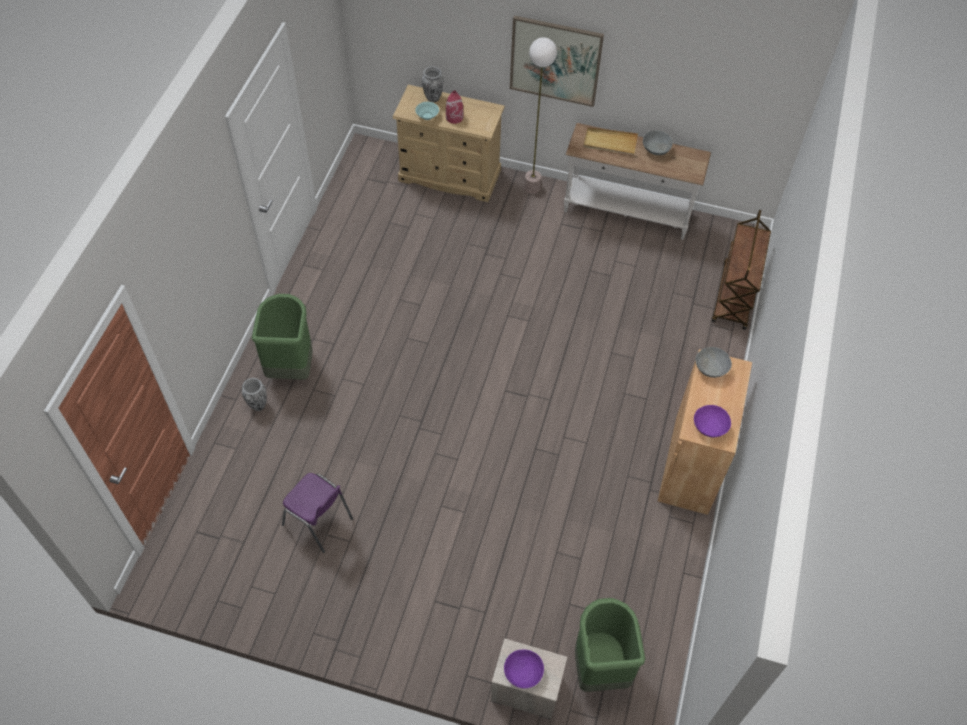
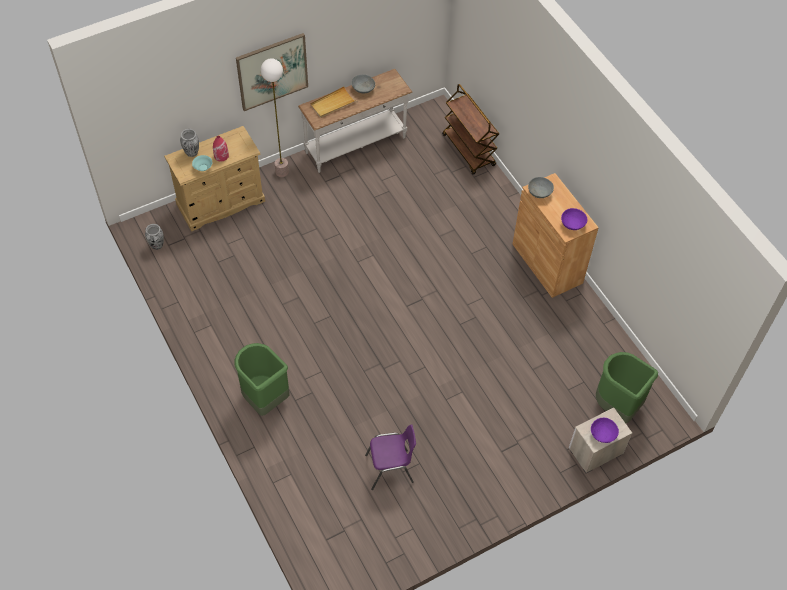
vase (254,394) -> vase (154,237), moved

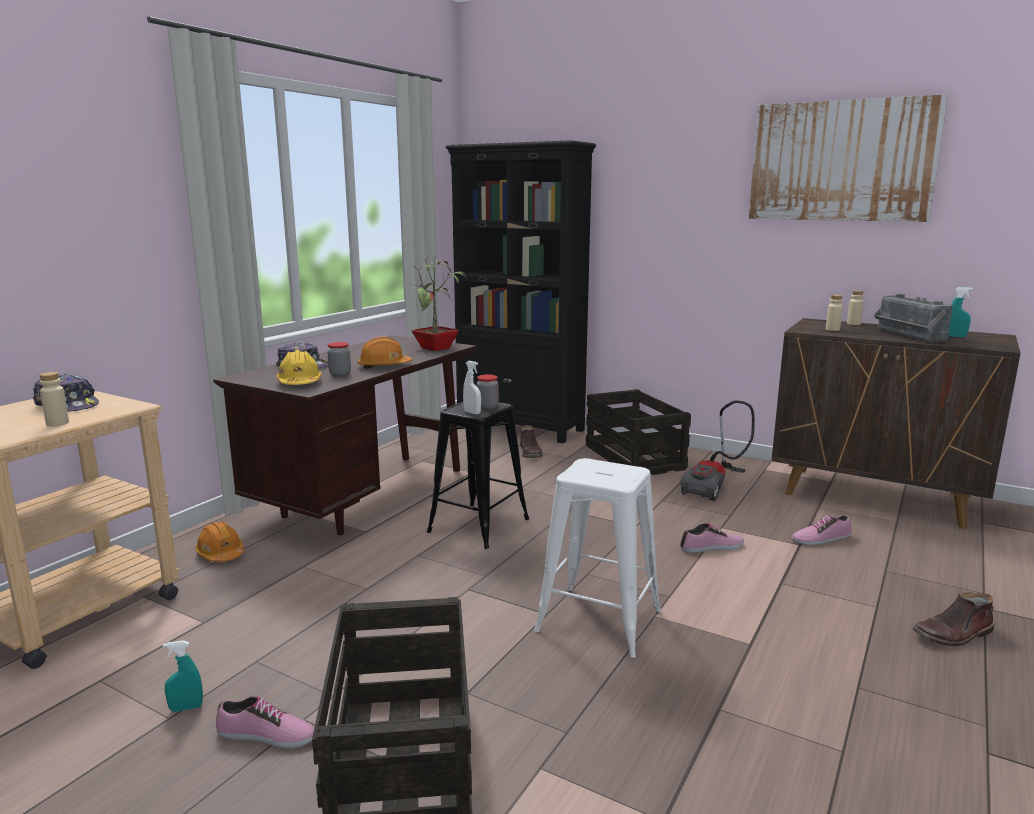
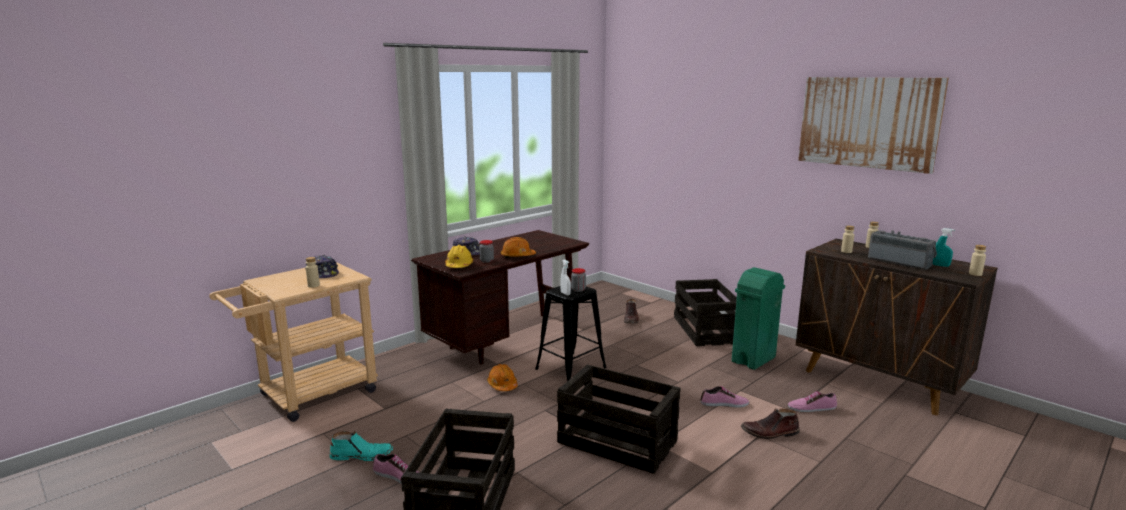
spray bottle (turquoise) (183,676) -> boot (turquoise) (361,446)
hard hat (orange) (219,542) -> hard hat (orange) (502,377), moved
potted plant (440,303) -> none
bookcase (black) (520,291) -> none
stool (white) (597,558) -> crate (618,419)
vacuum cleaner (717,450) -> trash can (green) (758,318)
radio (913,318) -> radio (902,250), 135 degrees clockwise
boot (brown) (953,619) -> boot (brown) (770,423), moved
none -> bottle (beige) (977,260)

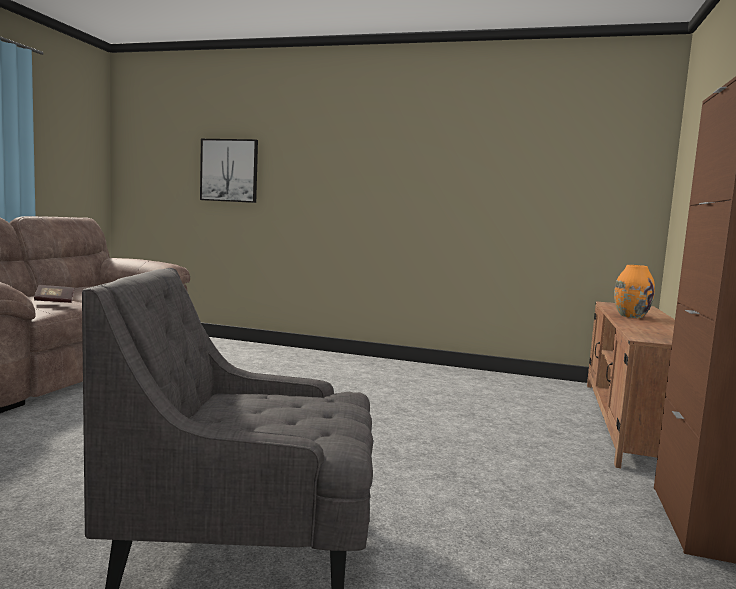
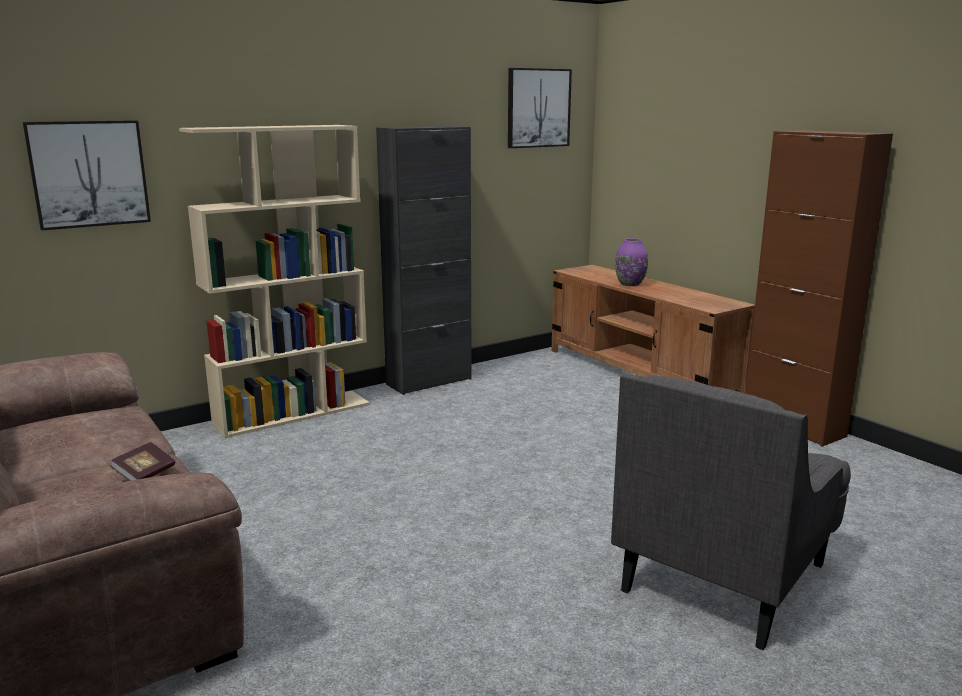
vase (orange) (634,291) -> vase (purple) (631,262)
none -> bookcase (beige) (274,281)
none -> cabinet (black) (424,260)
none -> picture (540,108)

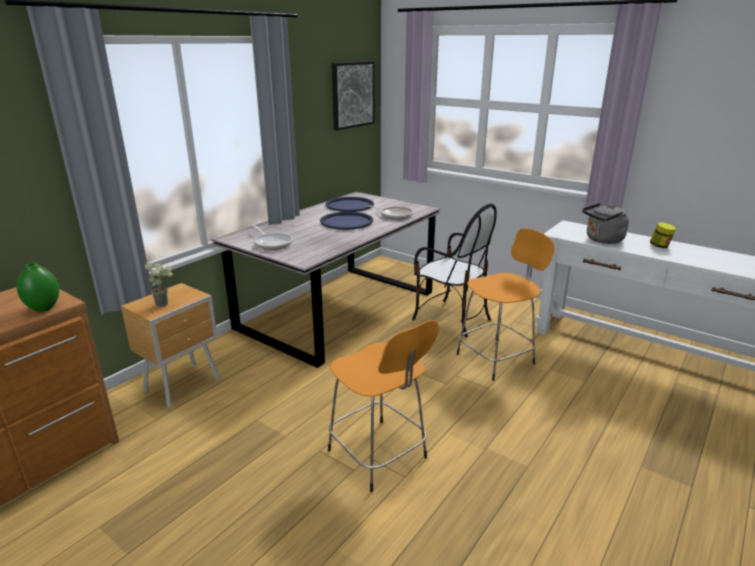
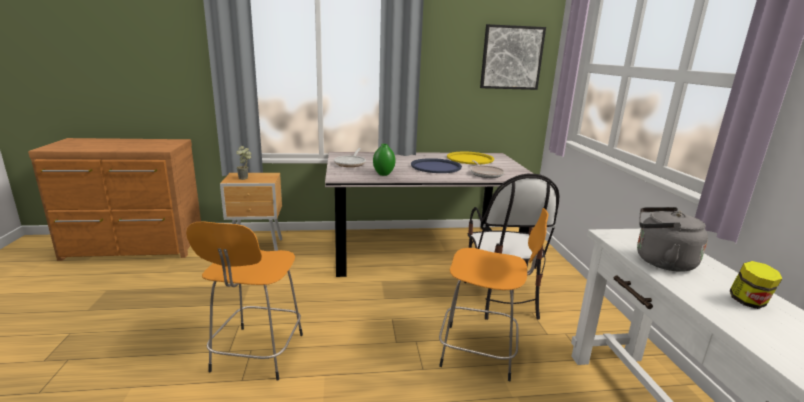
vase (green) (38,287) -> vase (green) (384,160), moved
tray (blue) (350,204) -> tray (yellow) (470,158)

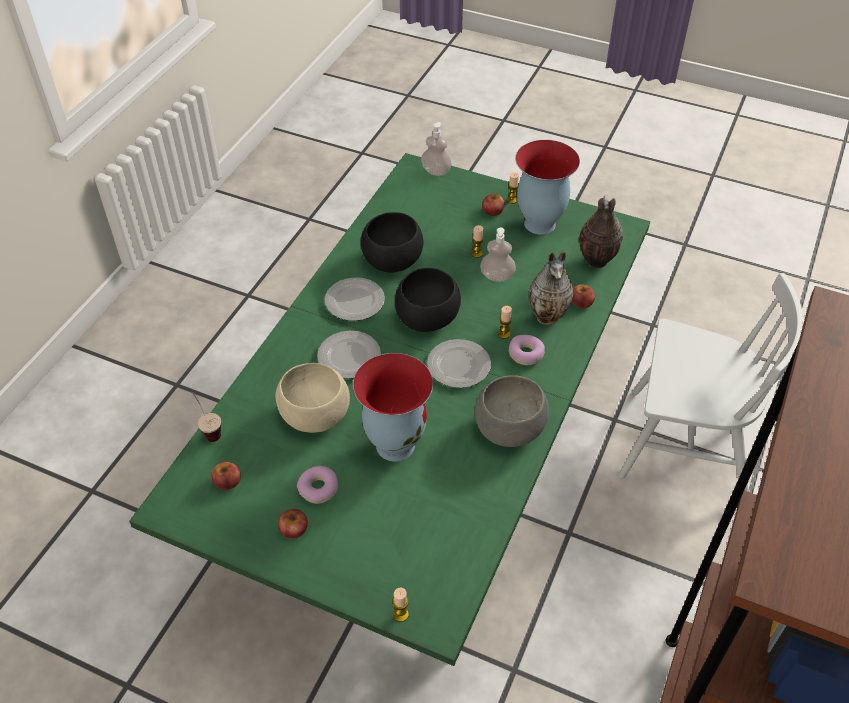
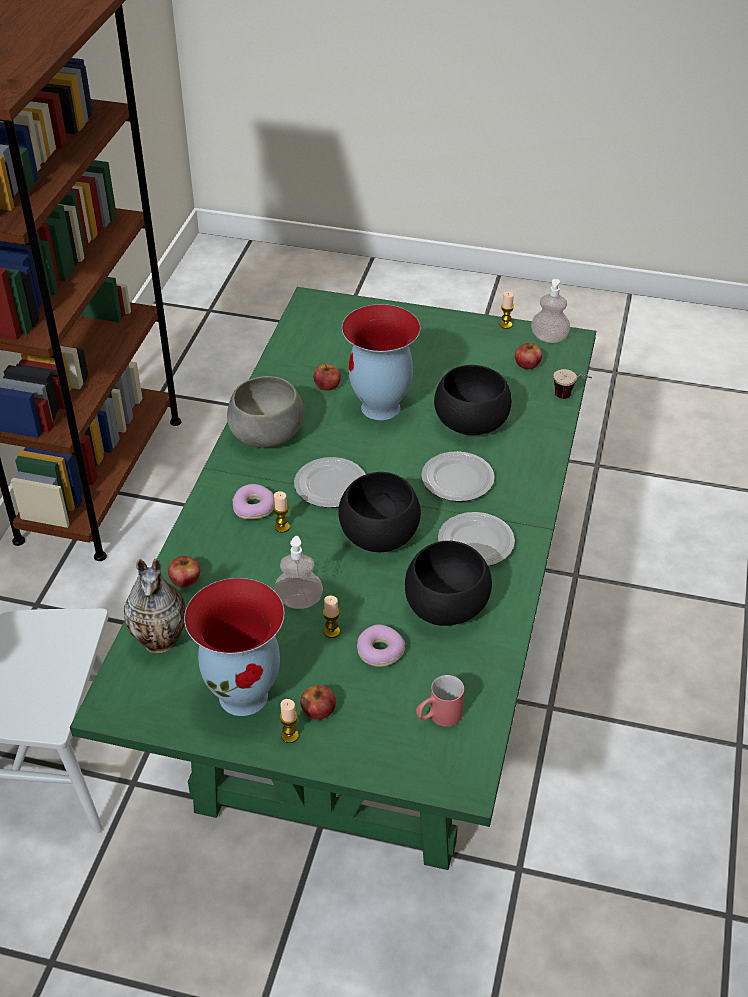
bowl (beige) (312,398) -> bowl (black) (473,400)
apple (293,524) -> apple (327,377), moved
donut (317,485) -> donut (381,645), moved
candle (400,605) -> candle (507,310), moved
soap dispenser (436,149) -> soap dispenser (550,311), moved
vase (551,288) -> none
none -> mug (red) (440,701)

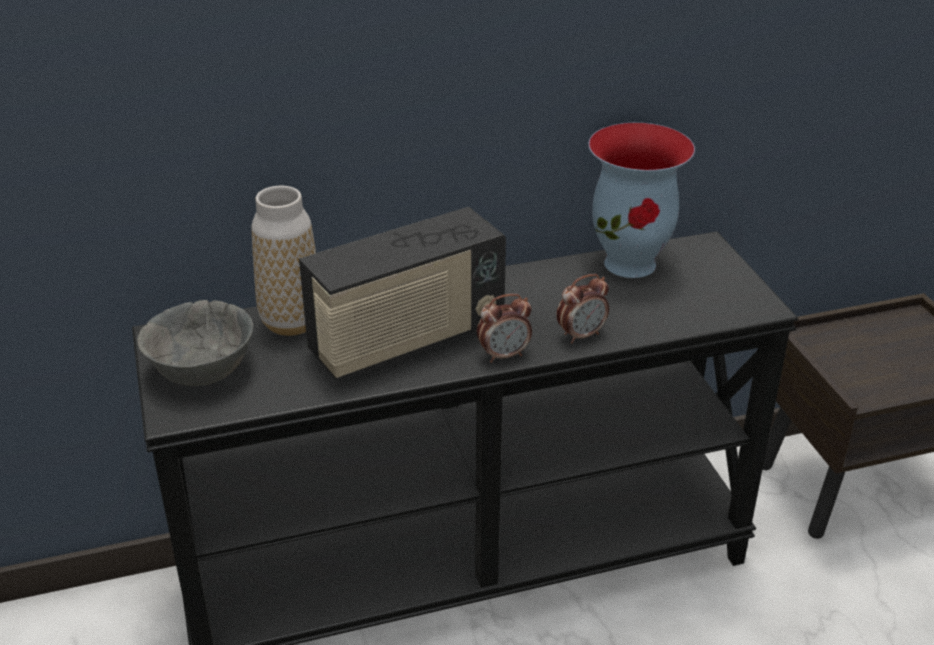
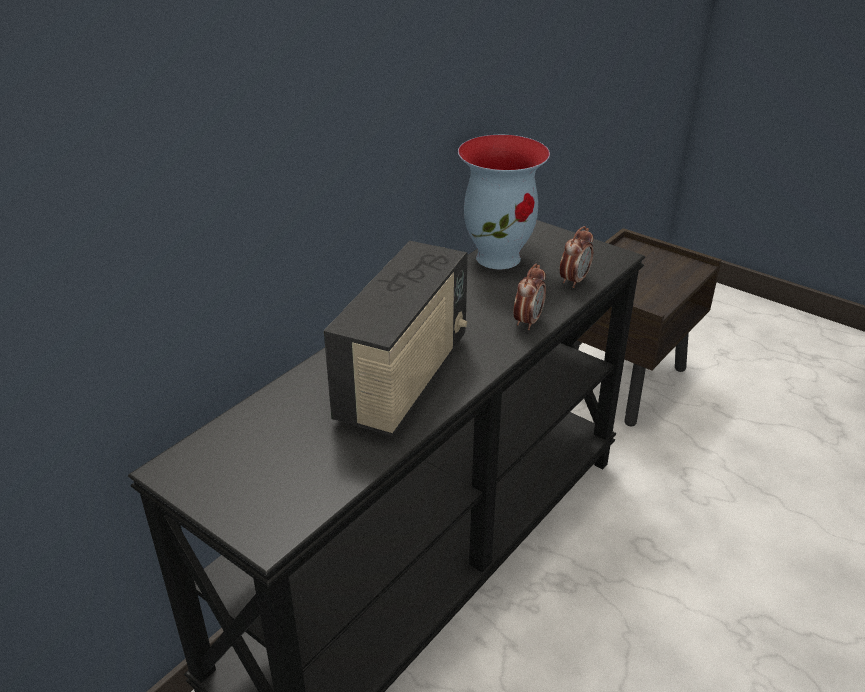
bowl (grey) (195,343) -> none
vase (283,261) -> none
alarm clock (504,328) -> alarm clock (576,257), moved

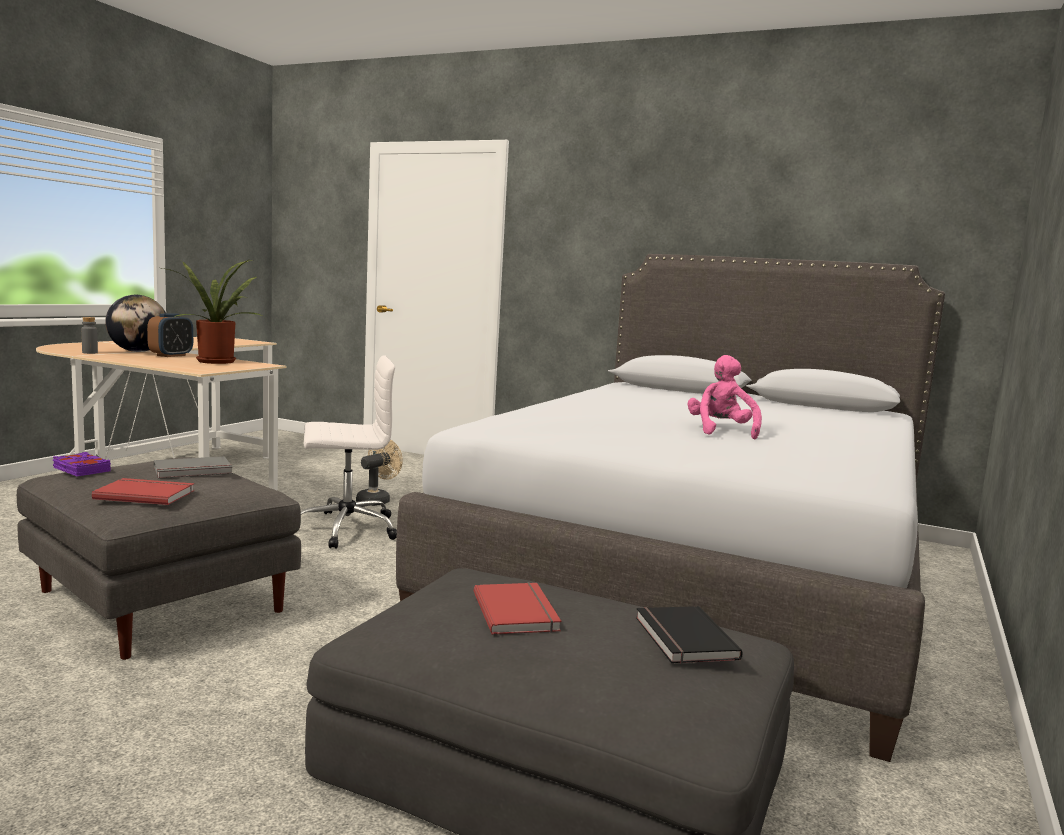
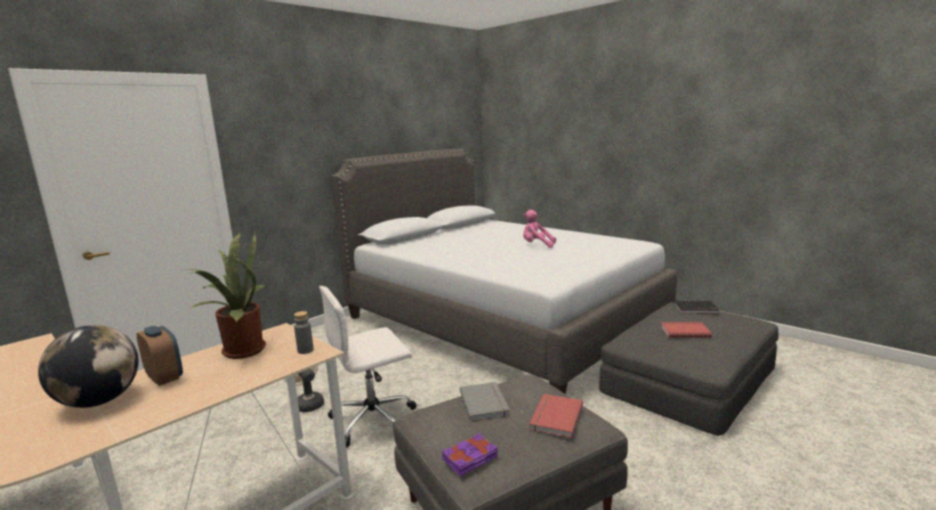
bottle (grey) (89,335) -> bottle (grey) (304,332), moved
office chair (white) (349,452) -> office chair (white) (368,366), 120 degrees counterclockwise

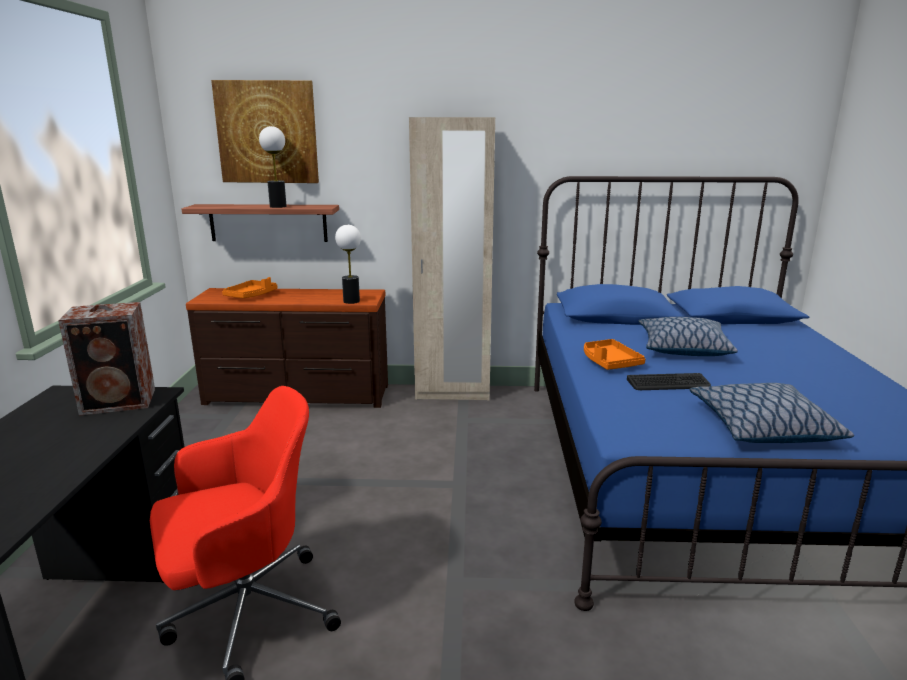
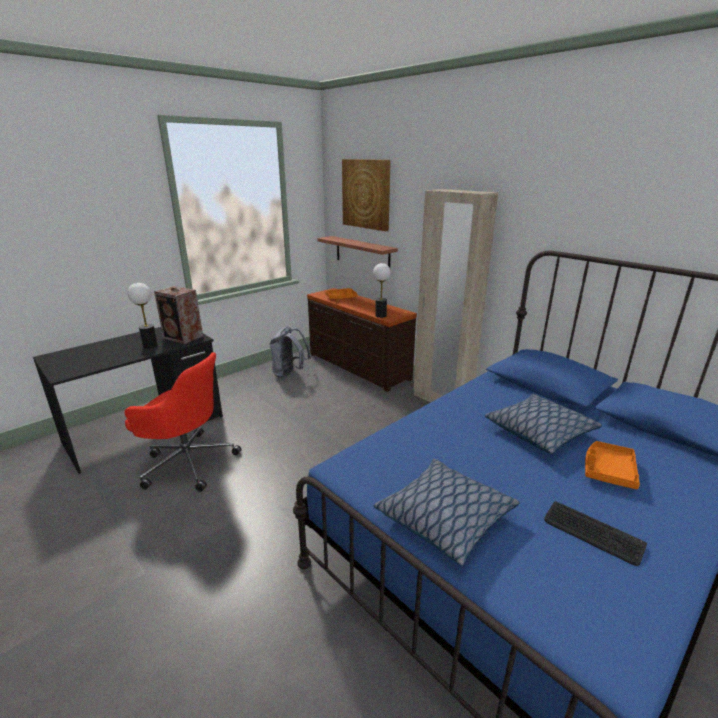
table lamp (273,167) -> table lamp (142,316), moved
tray (orange) (614,354) -> tray (orange) (612,465), moved
keyboard (669,381) -> keyboard (595,533), moved
none -> backpack (grey) (290,352)

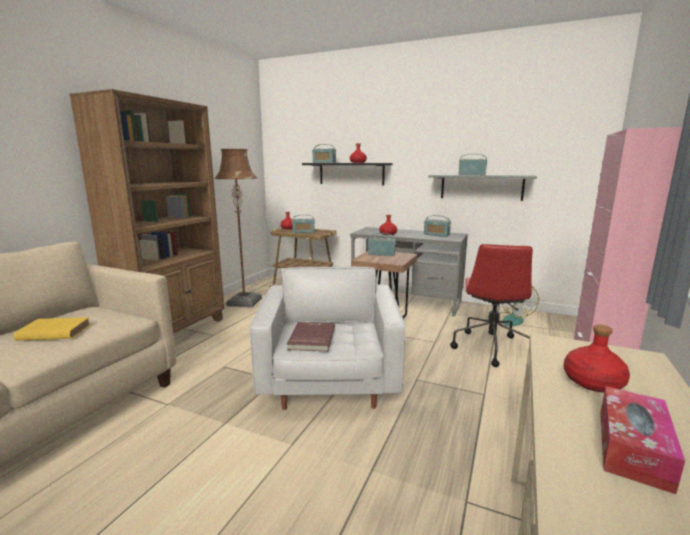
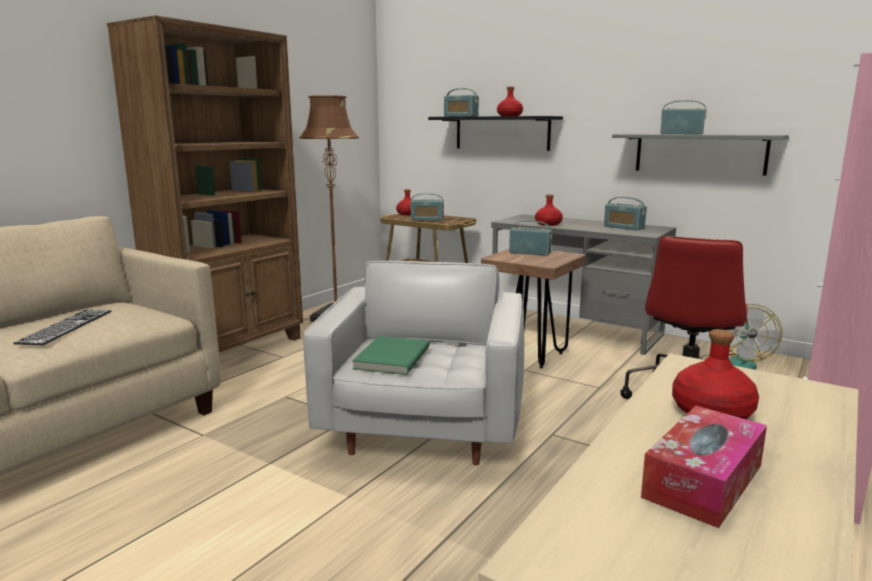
book (yellow) (52,329) -> keyboard (62,327)
book (red) (311,337) -> book (green) (390,355)

